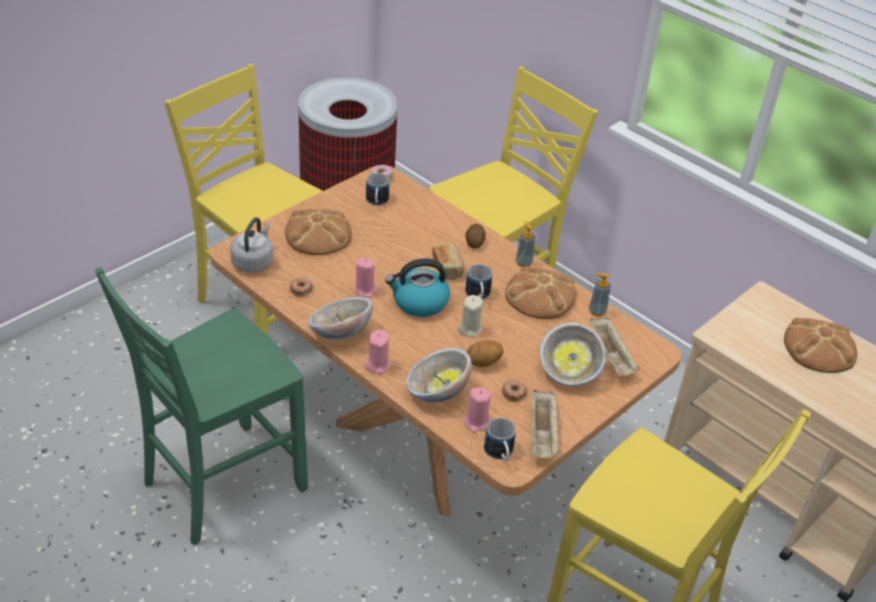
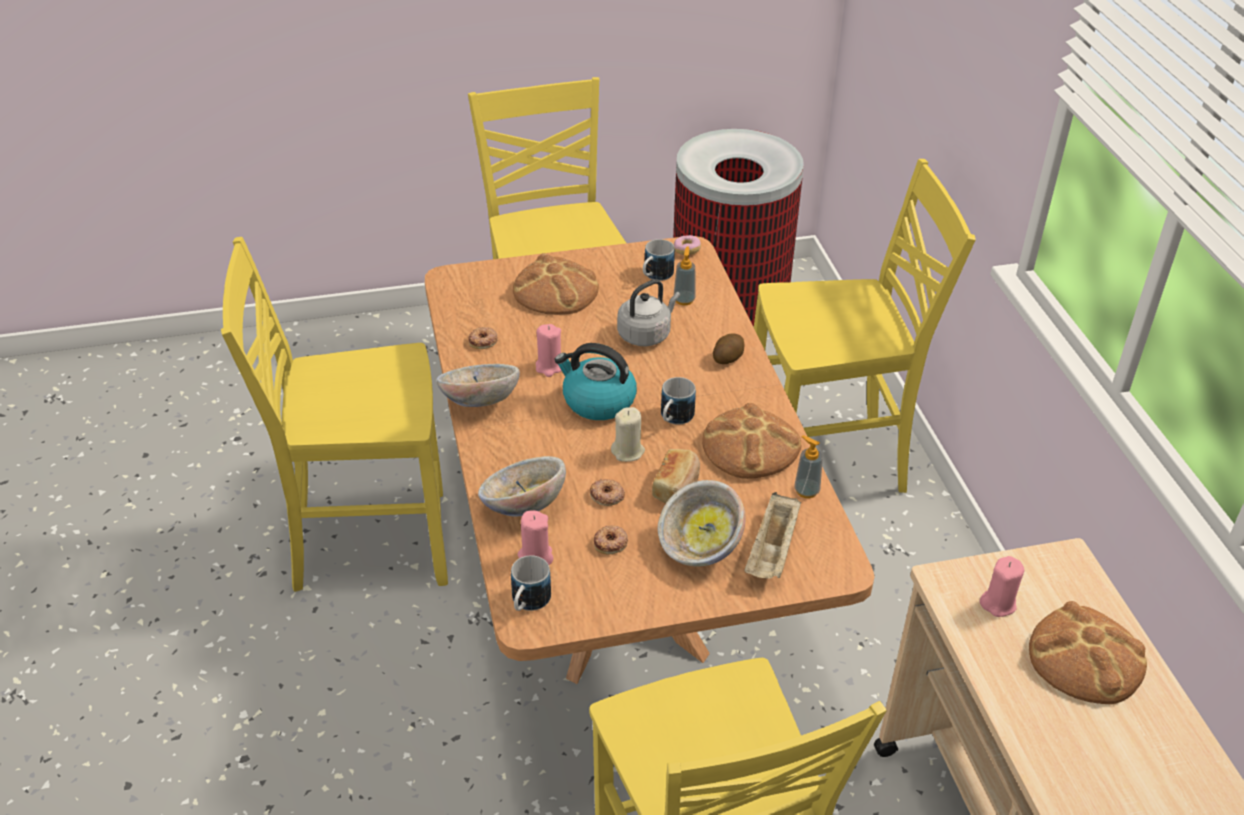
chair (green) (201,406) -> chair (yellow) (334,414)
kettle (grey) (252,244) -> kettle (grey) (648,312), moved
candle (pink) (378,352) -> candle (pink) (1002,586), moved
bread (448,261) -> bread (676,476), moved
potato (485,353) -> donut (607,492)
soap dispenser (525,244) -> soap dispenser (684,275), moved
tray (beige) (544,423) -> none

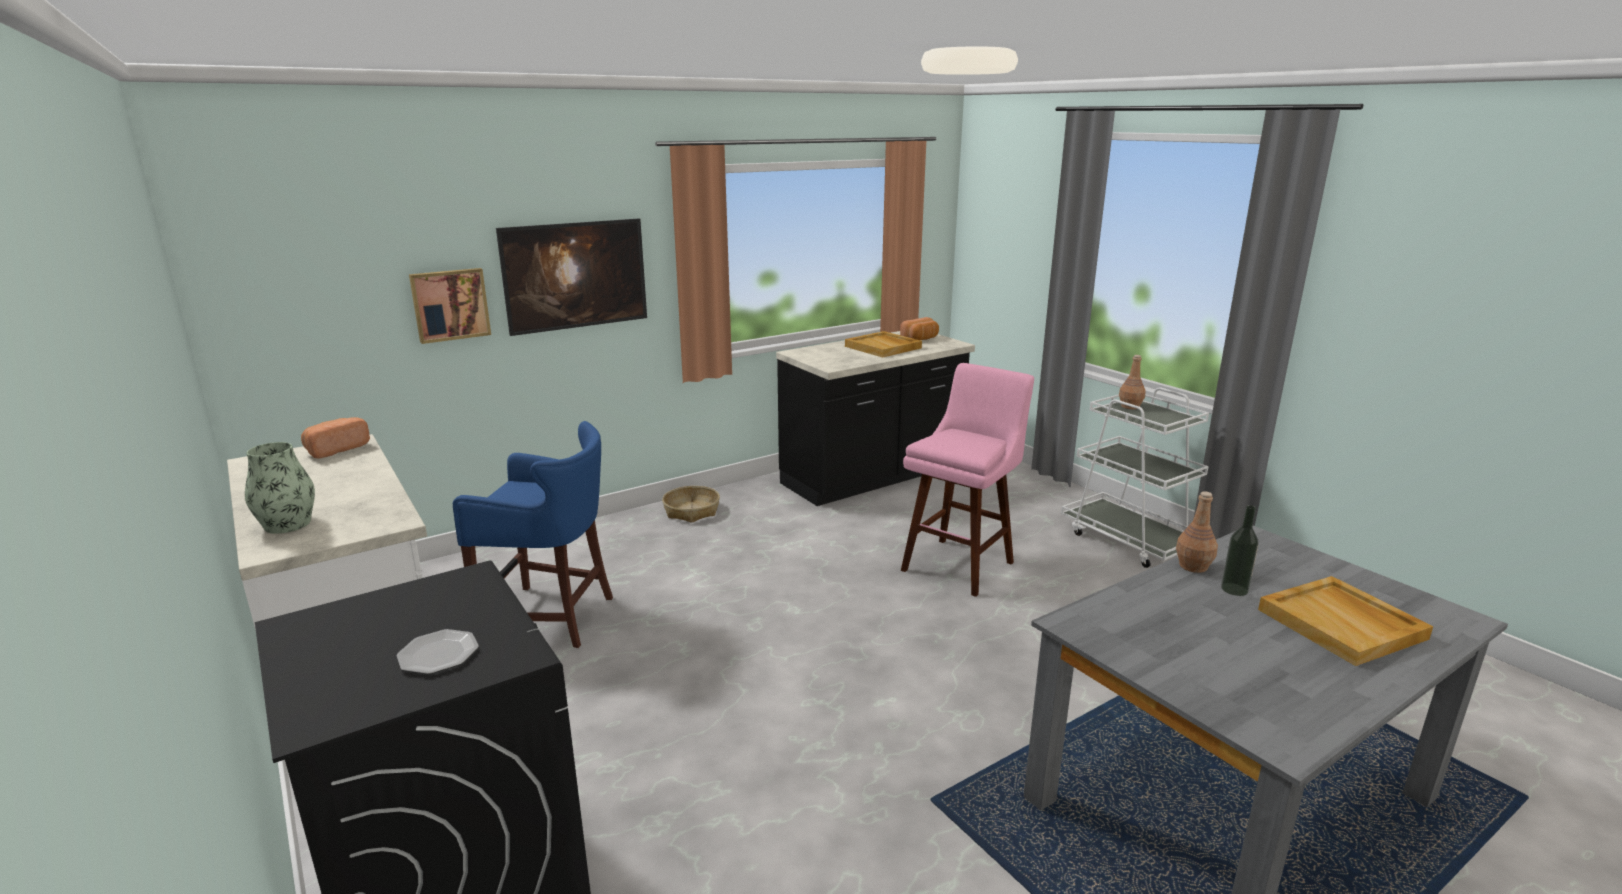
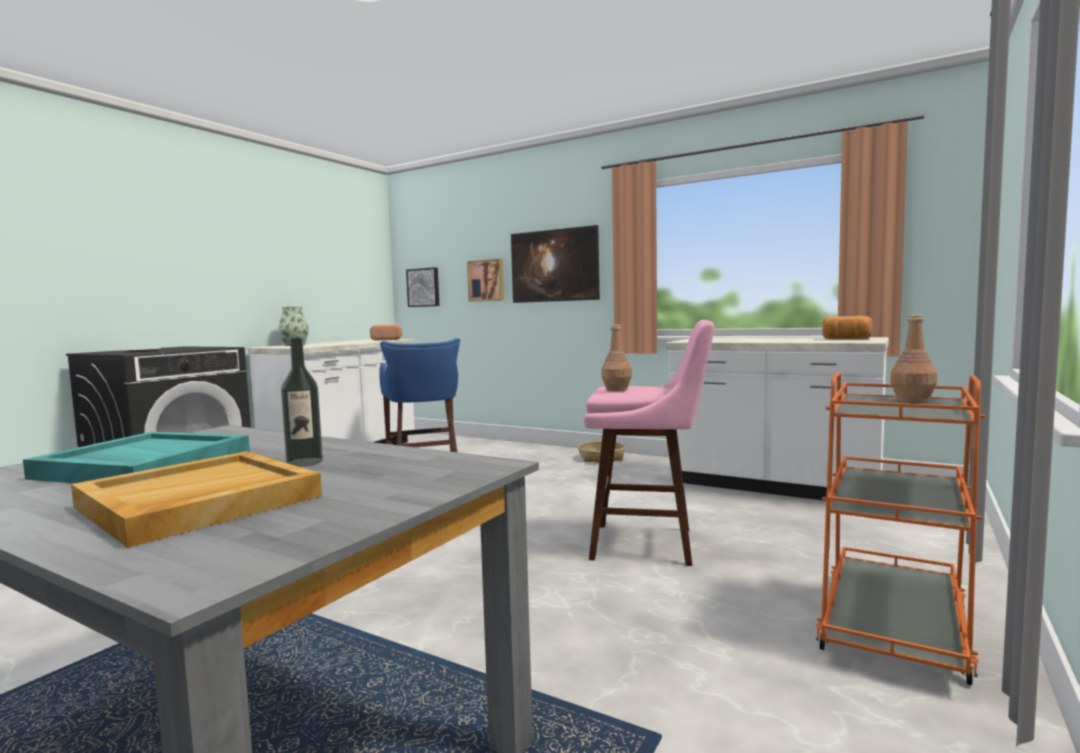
counter (black) (875,418) -> counter (white) (777,419)
tray (beige) (883,344) -> none
cart (white) (1135,477) -> cart (orange) (900,528)
bottle (brown) (1197,532) -> bottle (brown) (616,358), moved
none -> tray (turquoise) (136,457)
none -> picture (422,287)

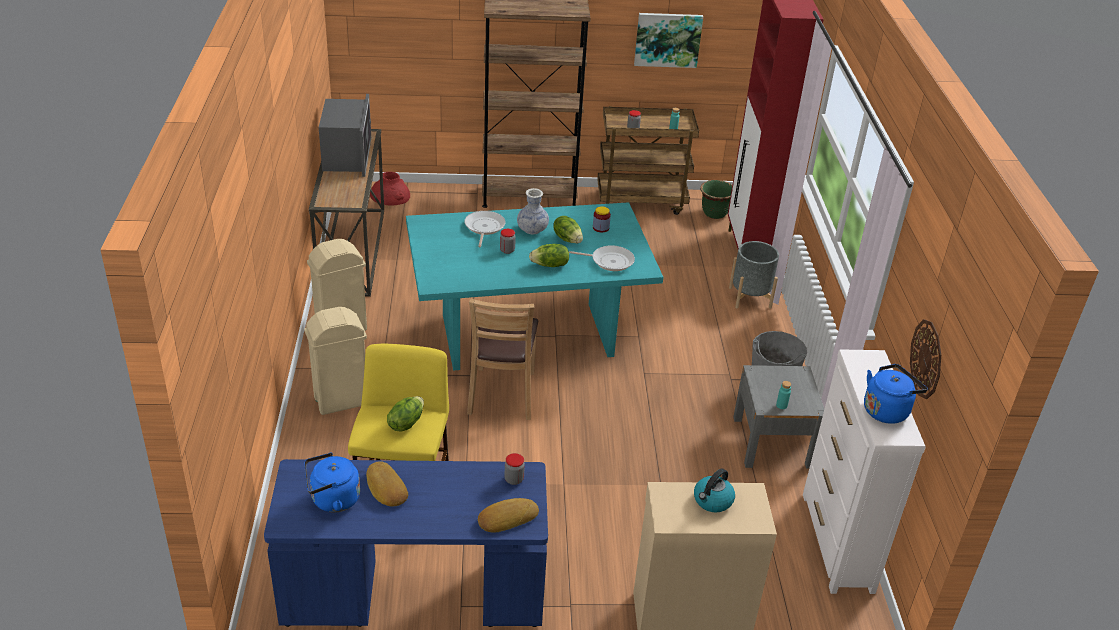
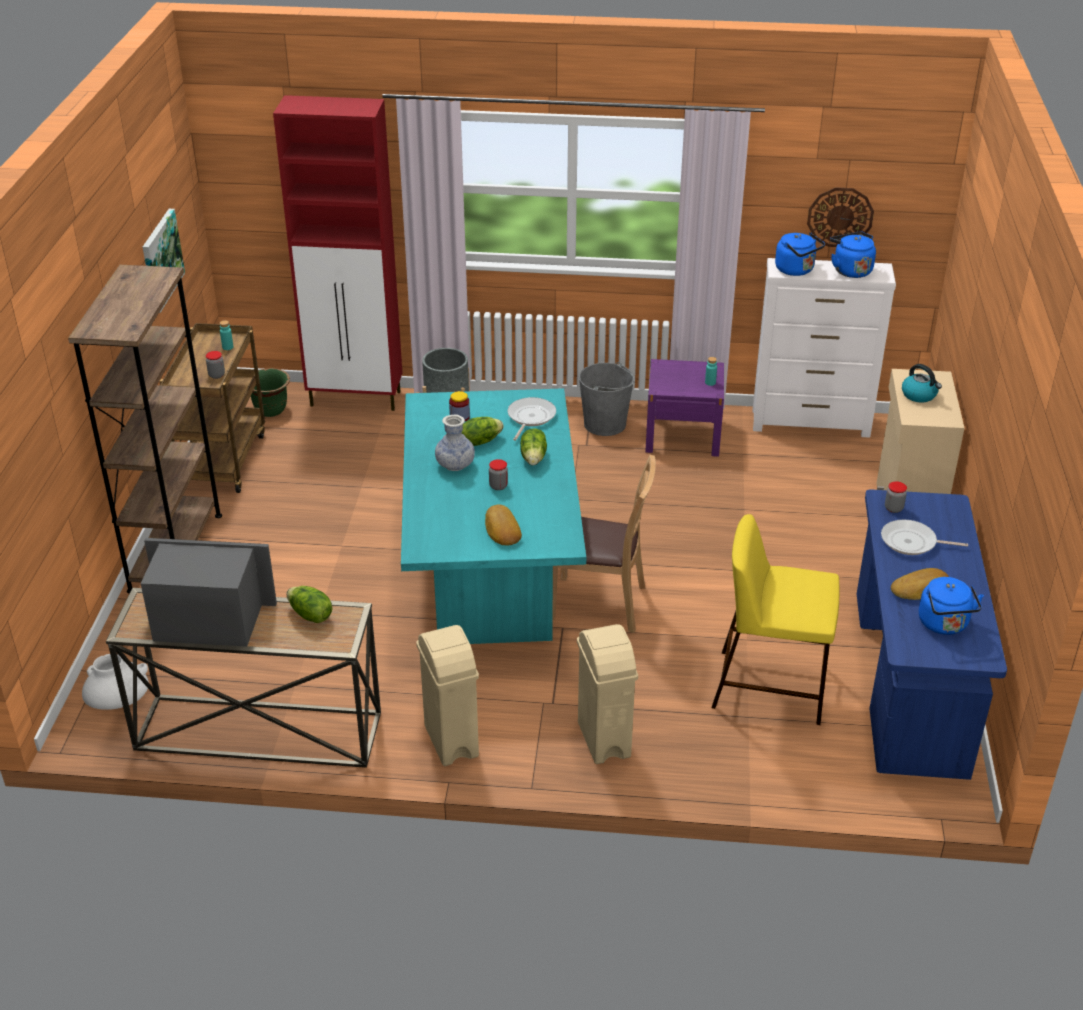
vase (red) (390,189) -> vase (white) (115,682)
lettuce (405,414) -> lettuce (309,604), moved
frying pan (485,229) -> frying pan (924,537), moved
bread (508,515) -> bread (503,525), moved
nightstand (grey) (778,416) -> nightstand (purple) (684,408)
none -> kettle (blue) (800,254)

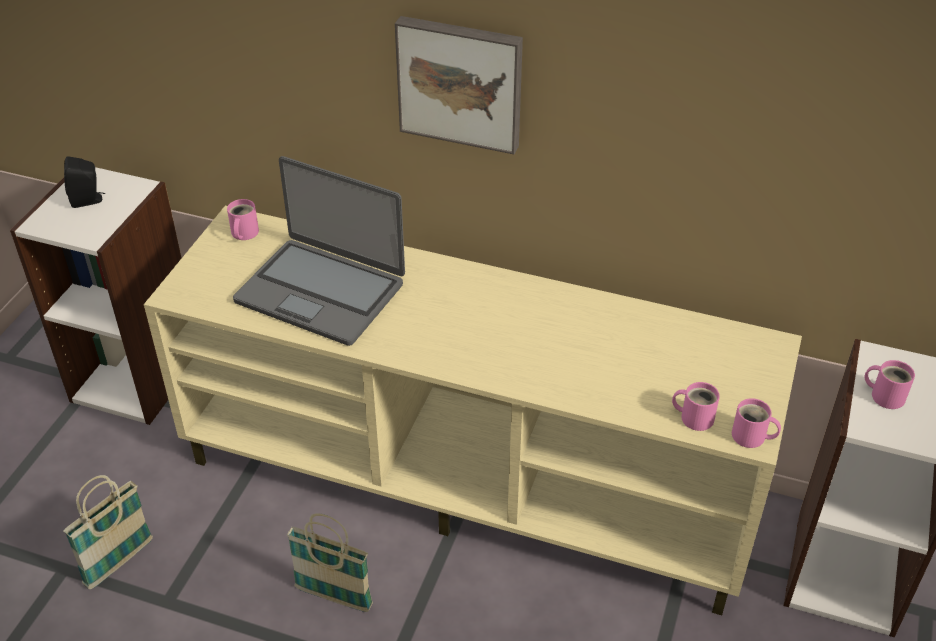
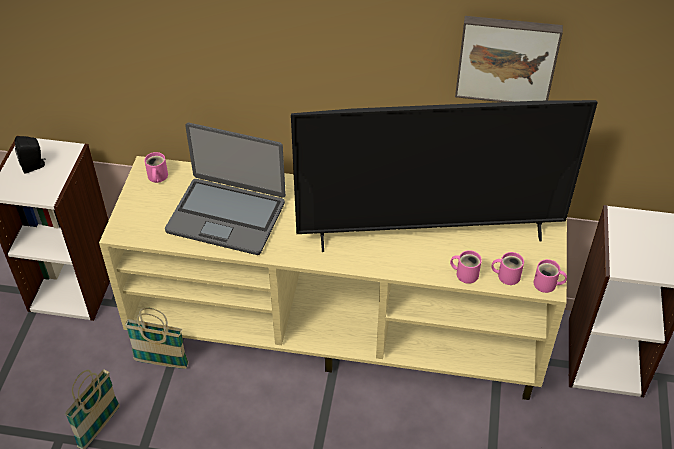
basket (330,562) -> basket (157,338), moved
picture (459,85) -> picture (509,59), moved
mug (pink) (890,384) -> mug (pink) (466,267), moved
none -> television (444,176)

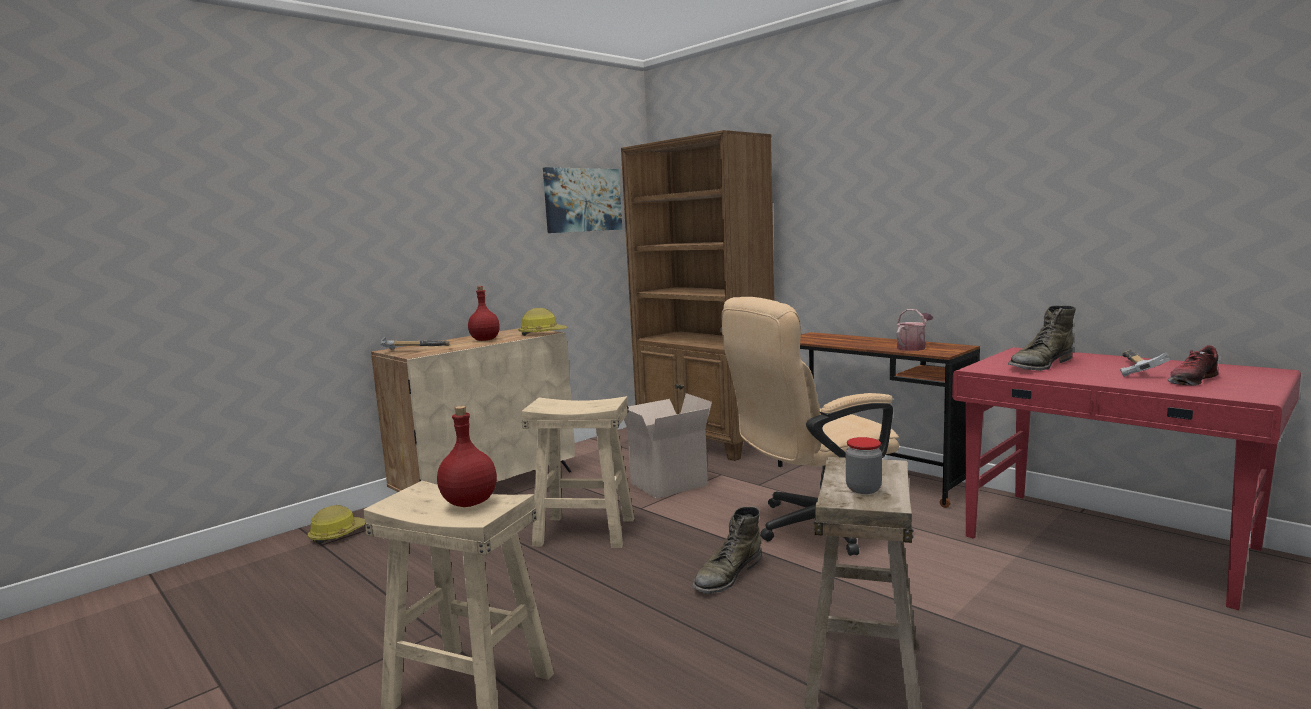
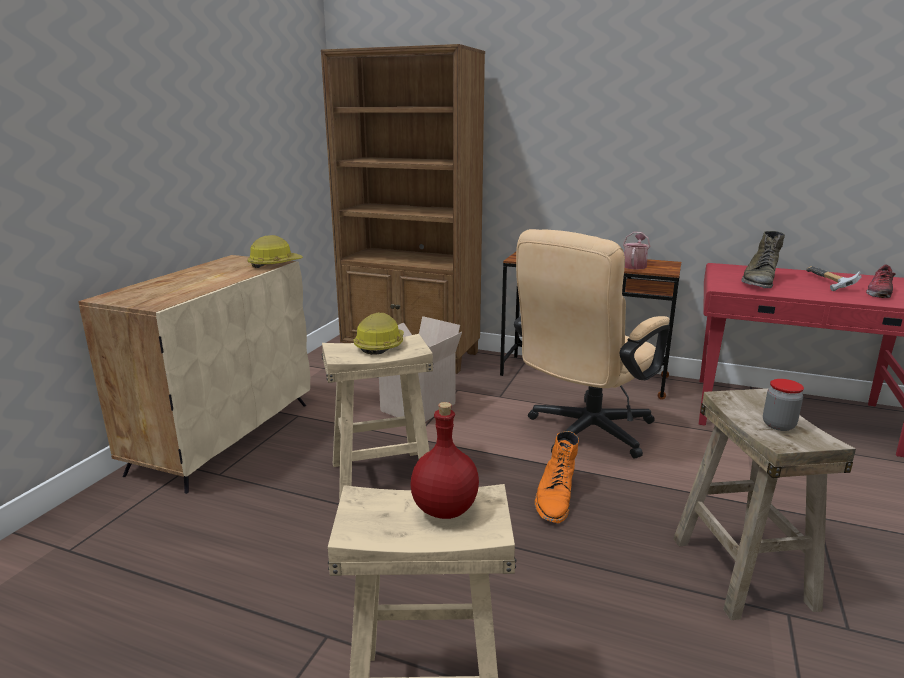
hard hat (336,524) -> hard hat (379,333), moved
hammer (415,343) -> none
bottle (red) (484,313) -> none
picture (582,200) -> none
boot (green) (726,550) -> boot (orange) (557,477)

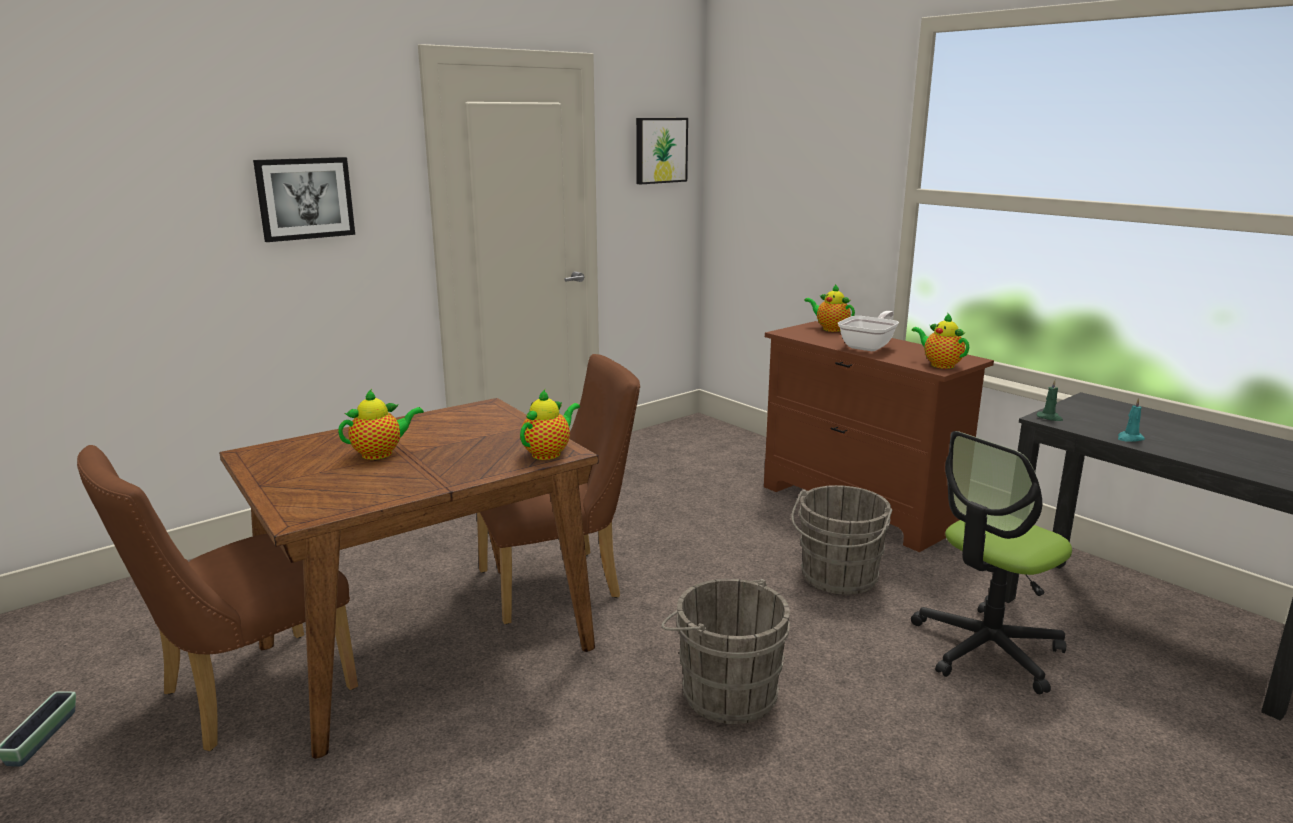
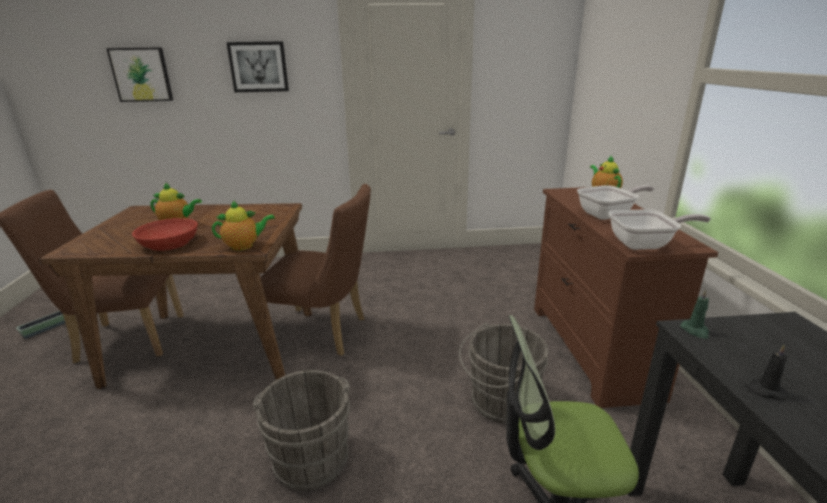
picture (662,151) -> picture (139,74), moved
teapot (940,341) -> frying pan (660,229)
candle (turquoise) (1131,420) -> candle (black) (766,372)
none -> bowl (red) (165,234)

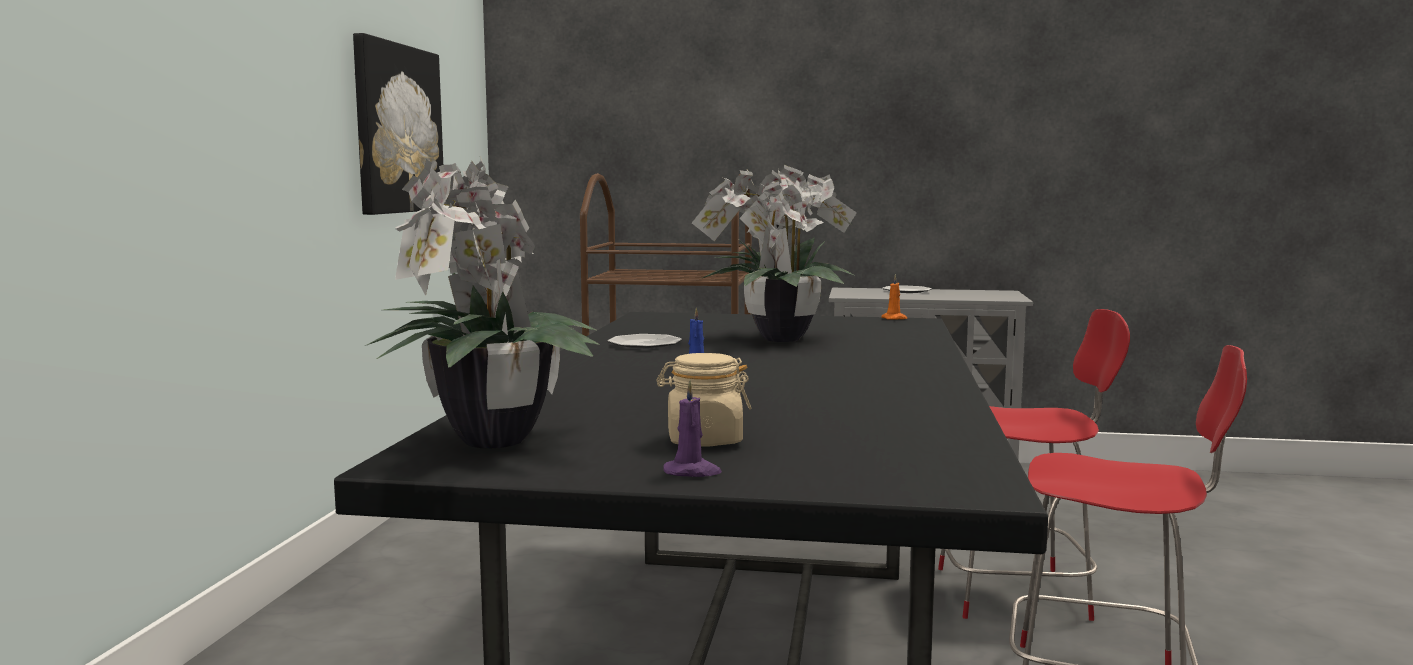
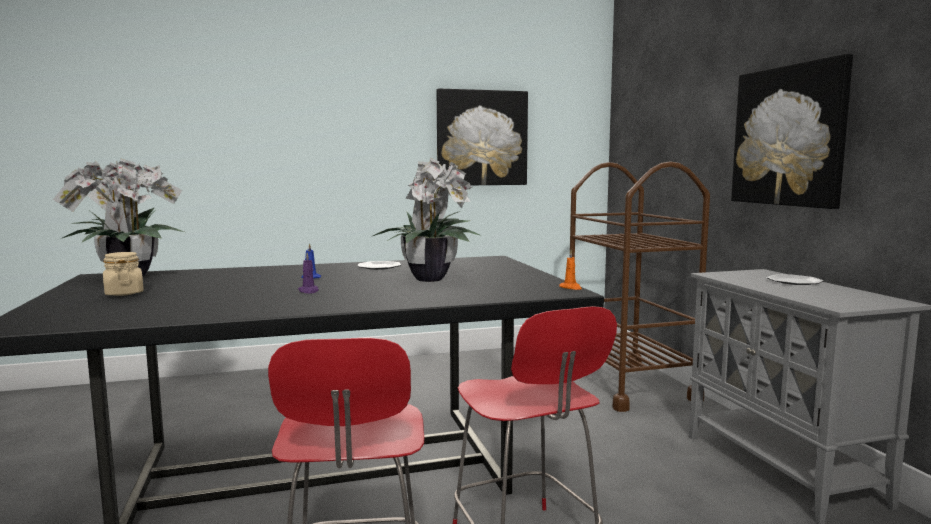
candle (purple) (692,428) -> candle (purple) (308,273), moved
none -> picture (792,131)

